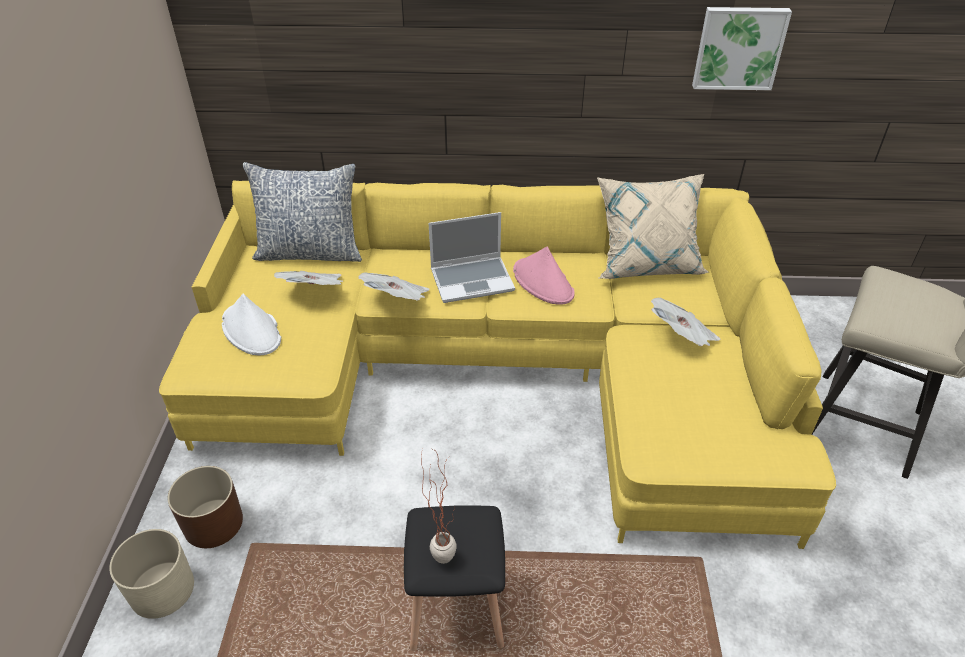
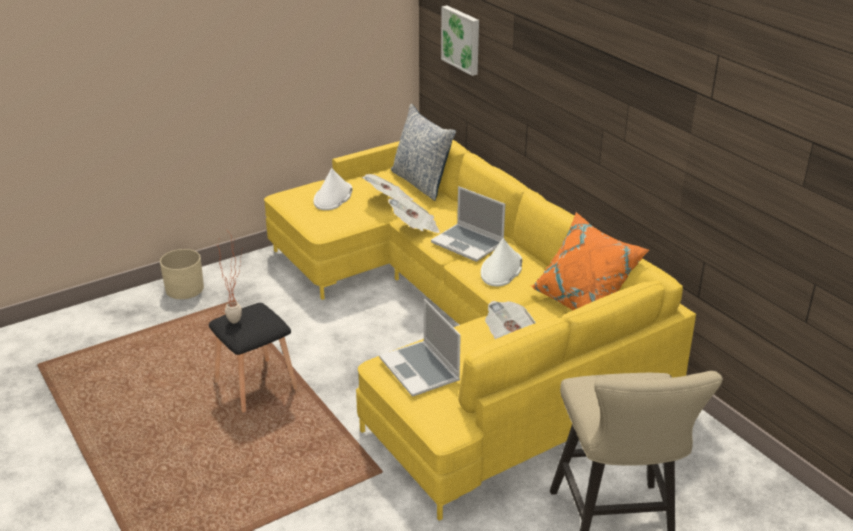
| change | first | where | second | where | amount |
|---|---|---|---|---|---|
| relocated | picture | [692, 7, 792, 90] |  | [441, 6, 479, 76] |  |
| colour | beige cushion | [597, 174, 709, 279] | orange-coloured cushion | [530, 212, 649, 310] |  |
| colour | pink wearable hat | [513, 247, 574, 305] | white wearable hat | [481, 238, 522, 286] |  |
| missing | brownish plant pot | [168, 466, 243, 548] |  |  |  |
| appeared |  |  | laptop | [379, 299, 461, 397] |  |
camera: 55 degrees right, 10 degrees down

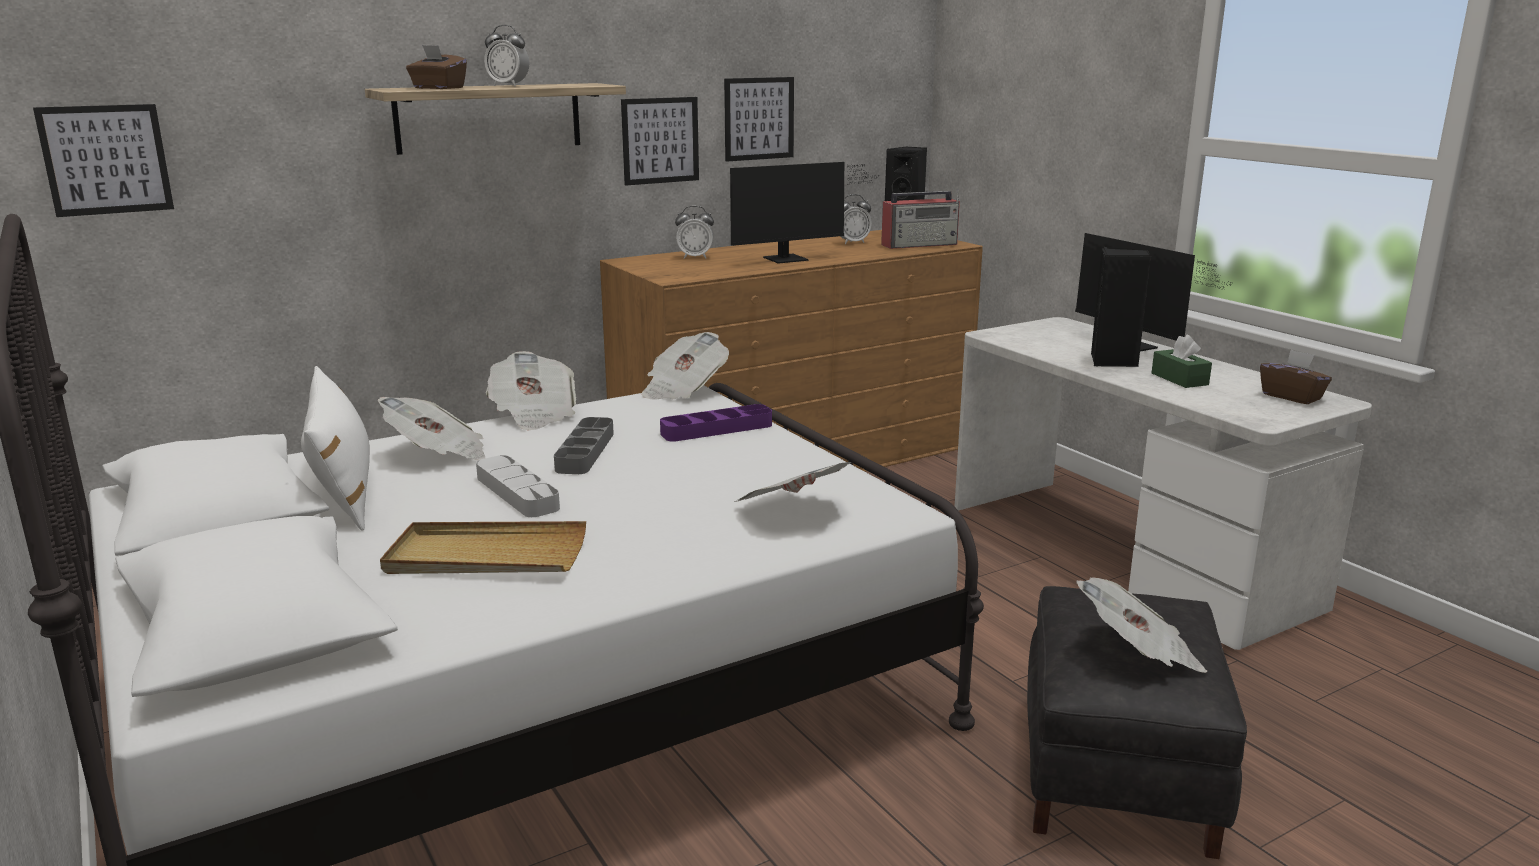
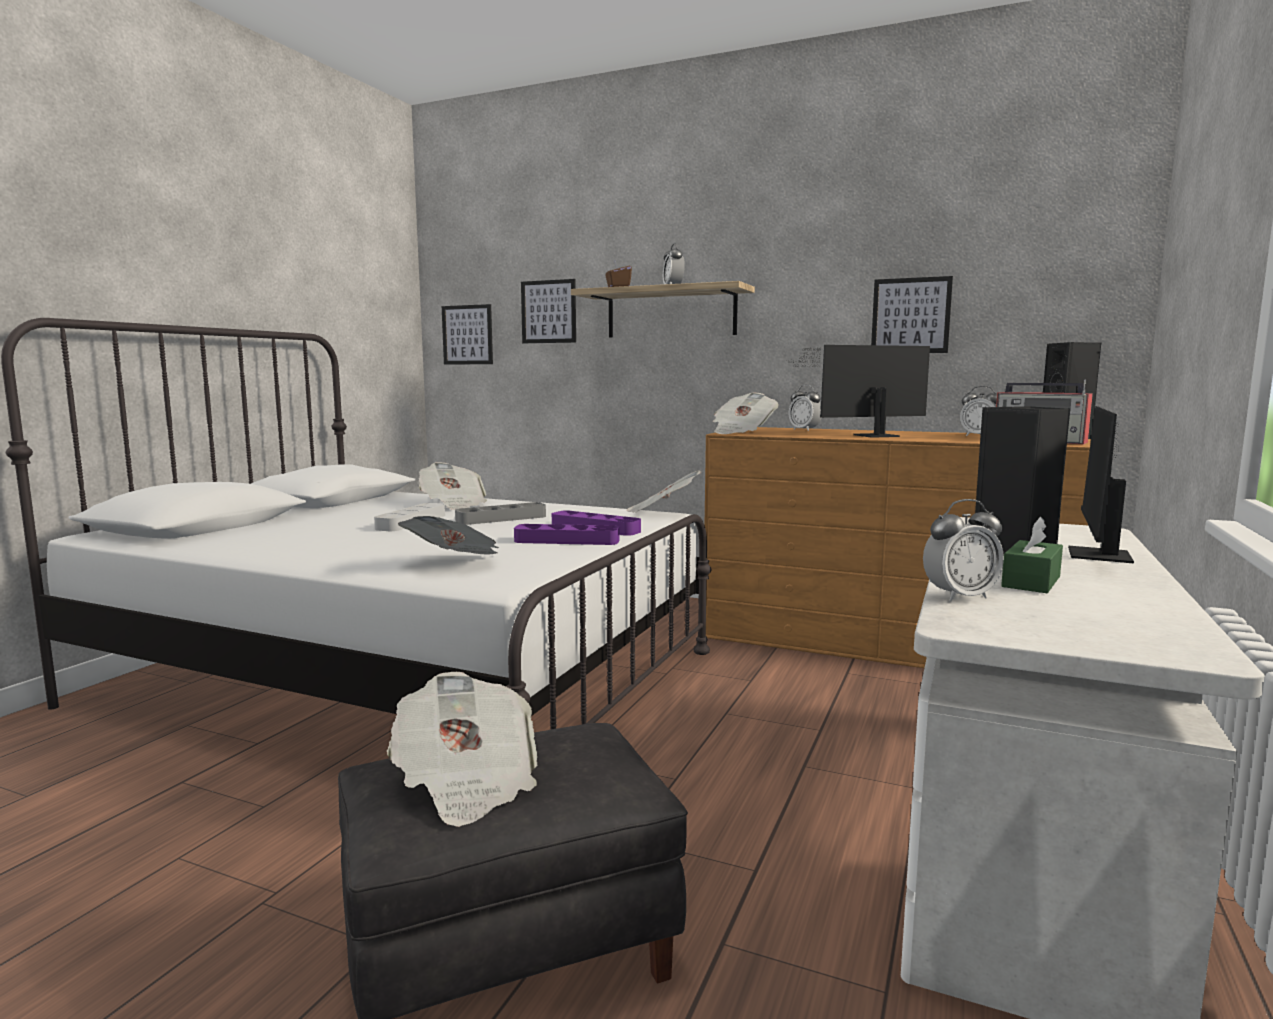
| change | first | where | second | where | amount |
|---|---|---|---|---|---|
| relocated | picture | [621, 97, 699, 185] |  | [521, 279, 576, 343] |  |
| spun | monitor | [730, 162, 877, 264] |  | [787, 345, 930, 438] | 135 degrees clockwise |
| missing | brownish tissue holder | [1260, 350, 1332, 404] |  |  |  |
| relocated | newspaper | [486, 351, 576, 430] |  | [713, 393, 779, 434] |  |
| missing | white cushion | [301, 366, 370, 531] |  |  |  |
| missing | beige carrying tray | [380, 521, 586, 574] |  |  |  |
| appeared |  |  | alarm clock | [923, 499, 1004, 602] |  |
| appeared |  |  | purplish carrying tray | [514, 524, 619, 545] |  |
camera: 55 degrees right, 10 degrees down

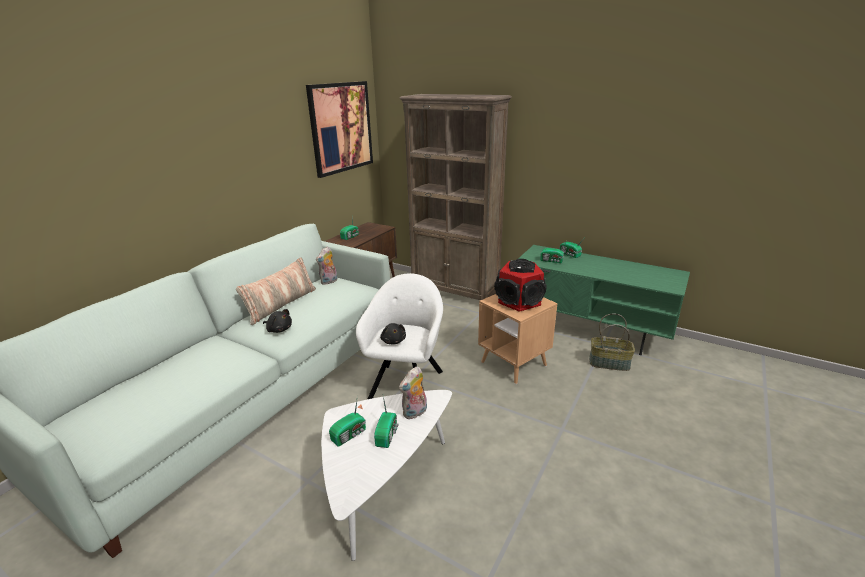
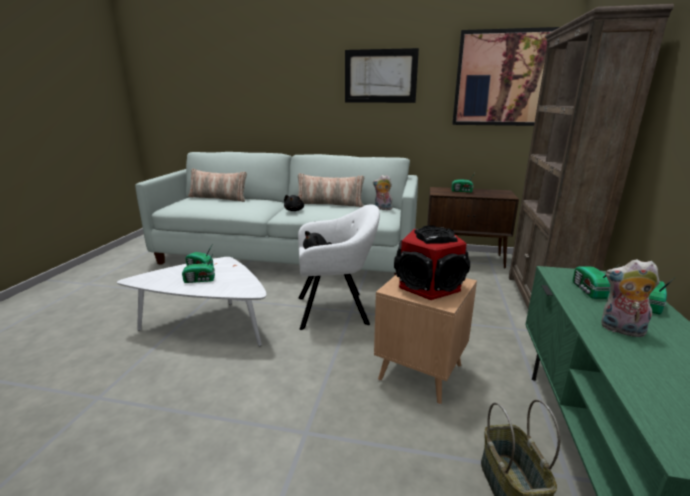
| change | first | where | second | where | amount |
|---|---|---|---|---|---|
| relocated | soft toy | [399, 366, 427, 419] |  | [601, 259, 660, 337] |  |
| appeared |  |  | picture | [345, 48, 419, 103] |  |
| appeared |  |  | cushion | [188, 169, 247, 202] |  |
camera: 70 degrees right, 5 degrees down

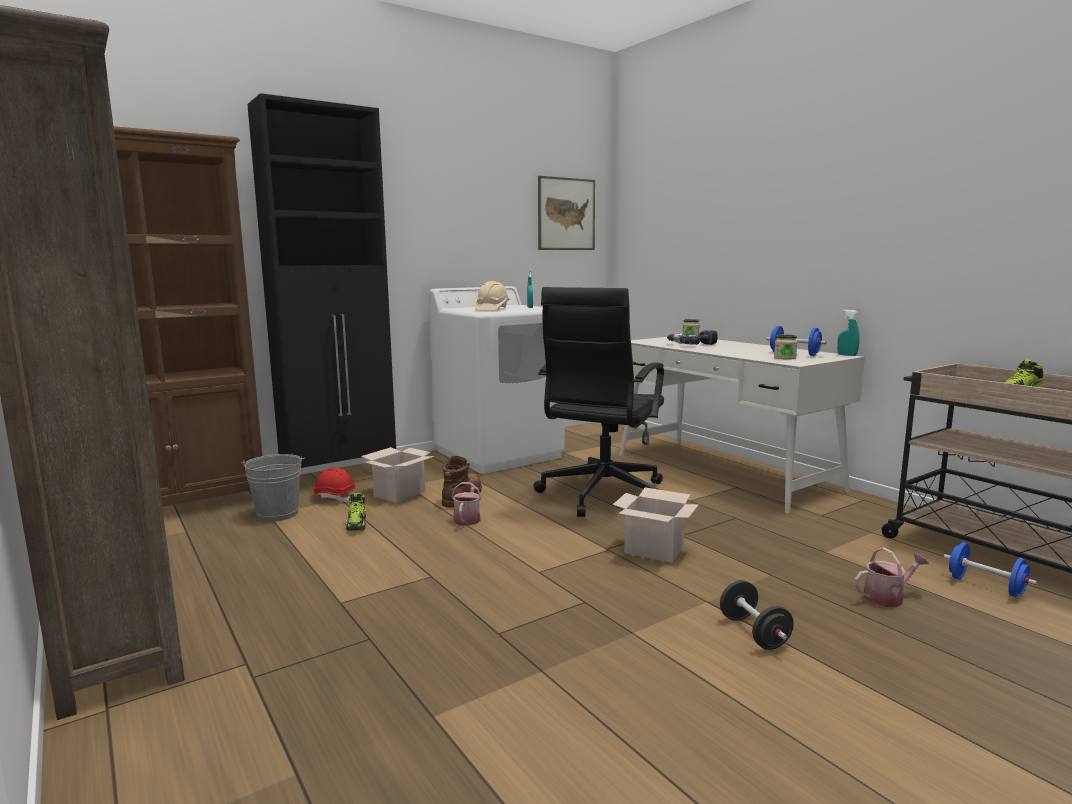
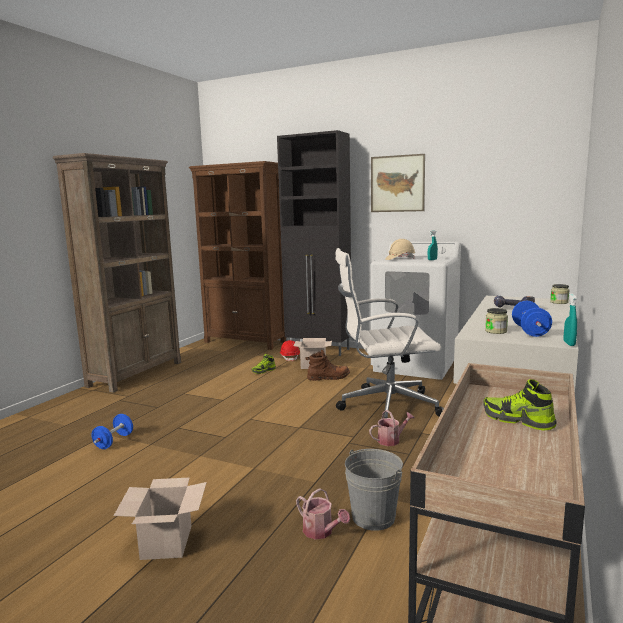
| change | first | where | second | where | amount |
|---|---|---|---|---|---|
| relocated | picture | [538, 176, 595, 250] |  | [371, 154, 425, 212] |  |
| colour | blackish computer chair | [533, 287, 664, 517] | white computer chair | [335, 248, 444, 418] |  |
| relocated | greyish bucket | [241, 454, 305, 522] |  | [345, 449, 403, 531] |  |
| relocated | watering can | [452, 480, 481, 526] |  | [369, 410, 415, 446] |  |
| relocated | cardboard box | [613, 488, 699, 563] |  | [114, 477, 207, 560] |  |
| relocated | bluish free weight | [944, 542, 1037, 597] |  | [91, 414, 133, 449] |  |
| missing | blackish free weight | [720, 580, 794, 650] |  |  |  |
camera: 60 degrees right, 0 degrees up

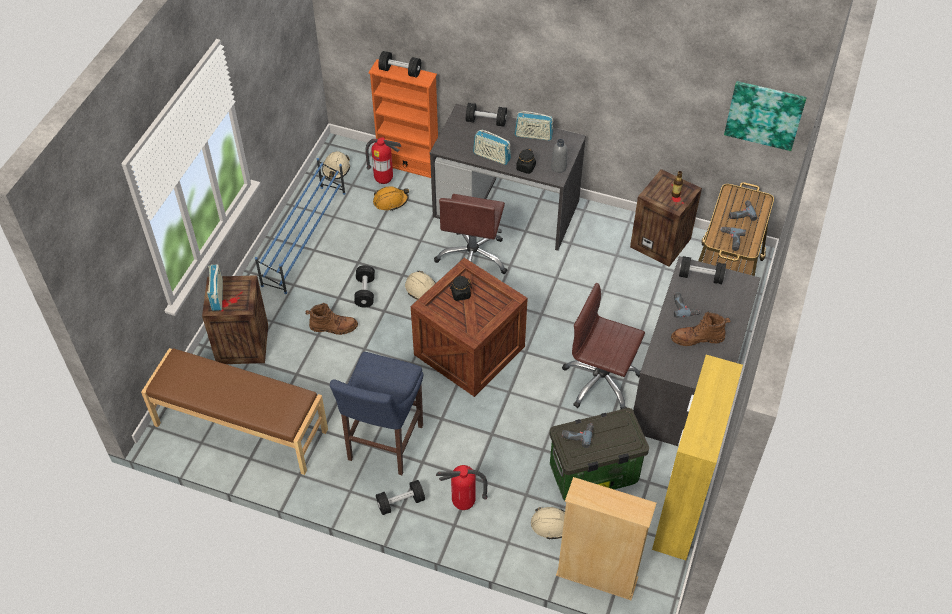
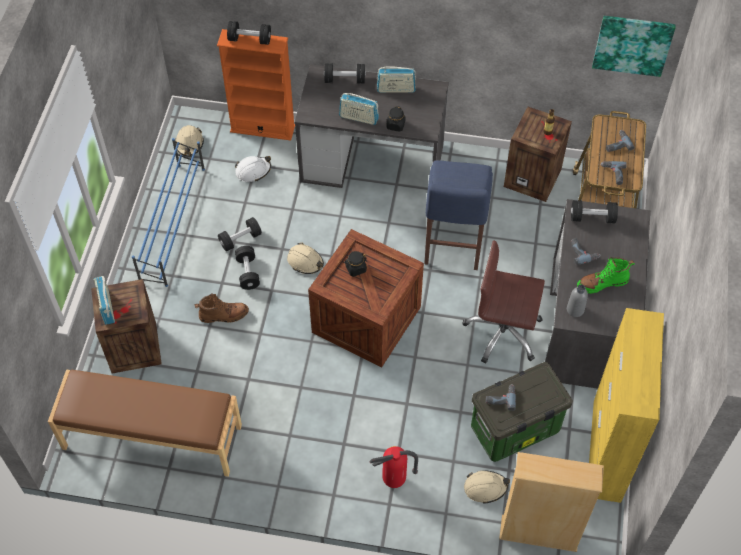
| change | first | where | second | where | amount |
|---|---|---|---|---|---|
| missing | fire extinguisher | [365, 137, 401, 184] |  |  |  |
| relocated | greyish drink bottle | [551, 139, 567, 173] |  | [567, 284, 588, 317] |  |
| colour | orange-coloured work helmet | [373, 186, 409, 211] | white work helmet | [235, 156, 271, 182] |  |
| missing | brownish computer chair | [434, 194, 508, 274] |  |  |  |
| colour | brownish high-top boot | [671, 312, 731, 346] | greenish high-top boot | [577, 257, 635, 294] |  |
| relocated | bluish stool | [330, 352, 423, 475] |  | [424, 160, 493, 270] |  |
| relocated | blackish free weight | [376, 480, 425, 515] |  | [218, 217, 262, 251] |  |
camera: 10 degrees left, 5 degrees up

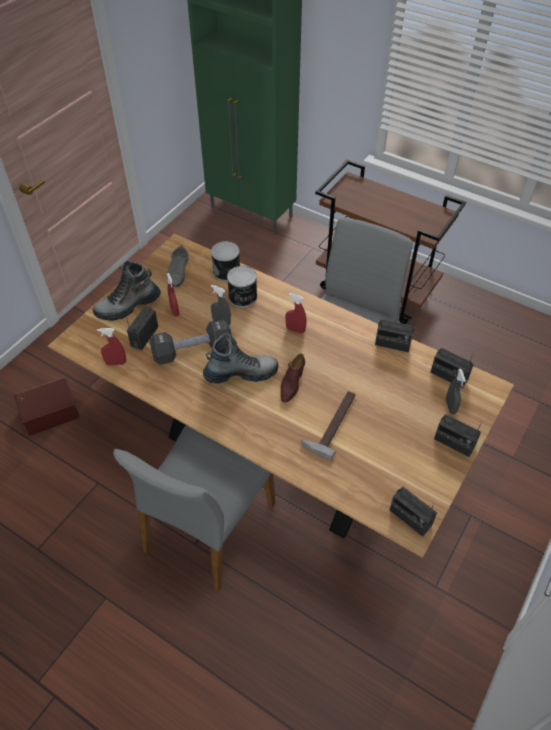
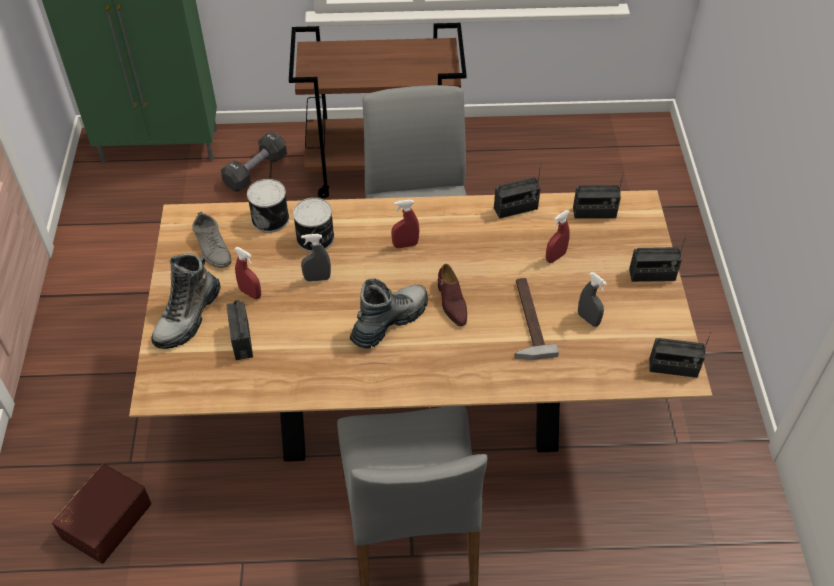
| change | first | where | second | where | amount |
|---|---|---|---|---|---|
| relocated | blackish free weight | [150, 319, 232, 365] |  | [221, 132, 287, 192] |  |
| relocated | red hand sprayer | [97, 328, 126, 365] |  | [546, 210, 570, 263] |  |
| relocated | greyish hand sprayer | [446, 369, 466, 414] |  | [578, 272, 607, 327] |  |
camera: 35 degrees left, 0 degrees up

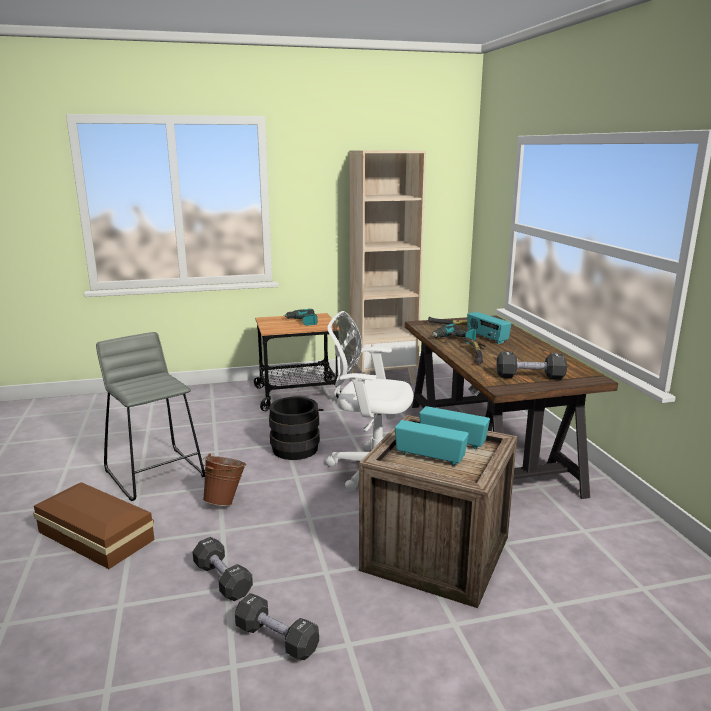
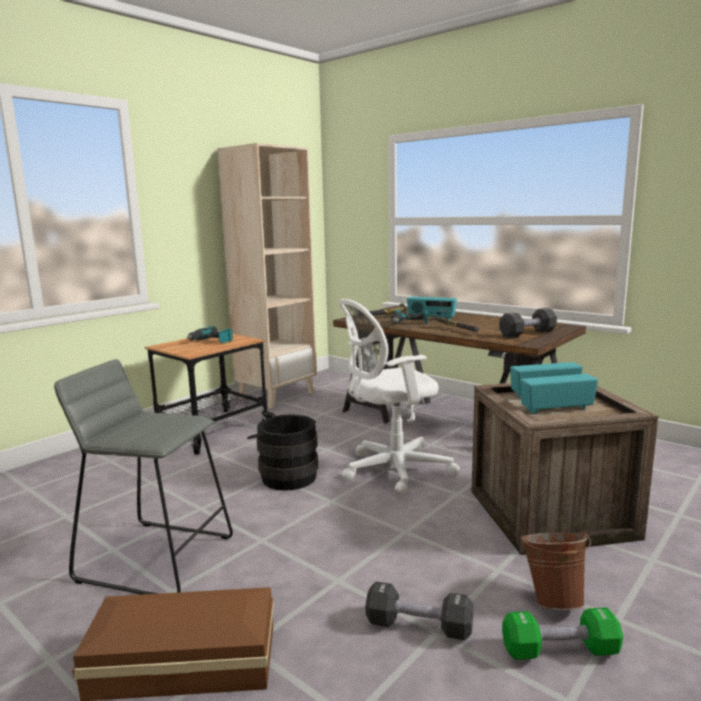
| change | first | where | second | where | amount |
|---|---|---|---|---|---|
| relocated | brownish bucket | [202, 453, 246, 506] |  | [520, 531, 591, 610] |  |
| colour | blackish free weight | [235, 593, 319, 660] | greenish free weight | [502, 607, 623, 660] |  |
camera: 35 degrees left, 5 degrees down

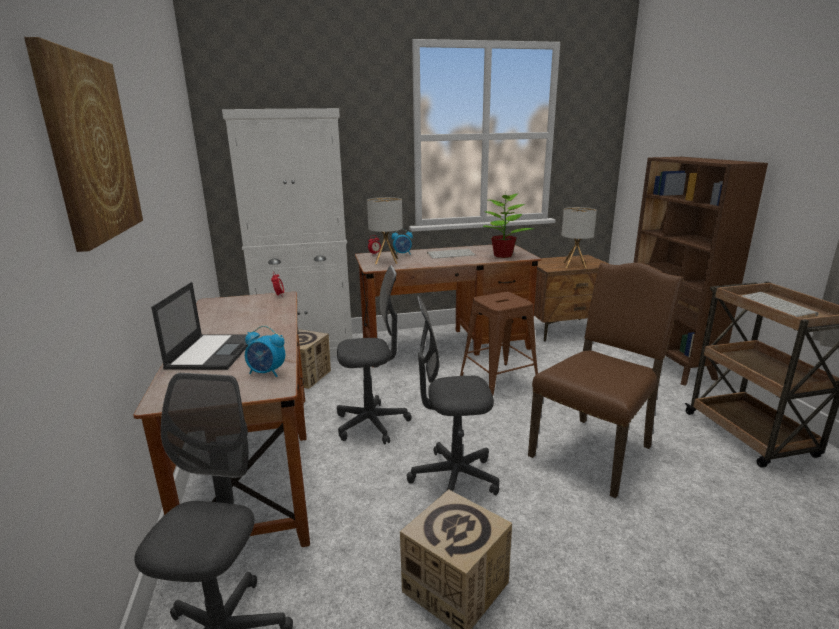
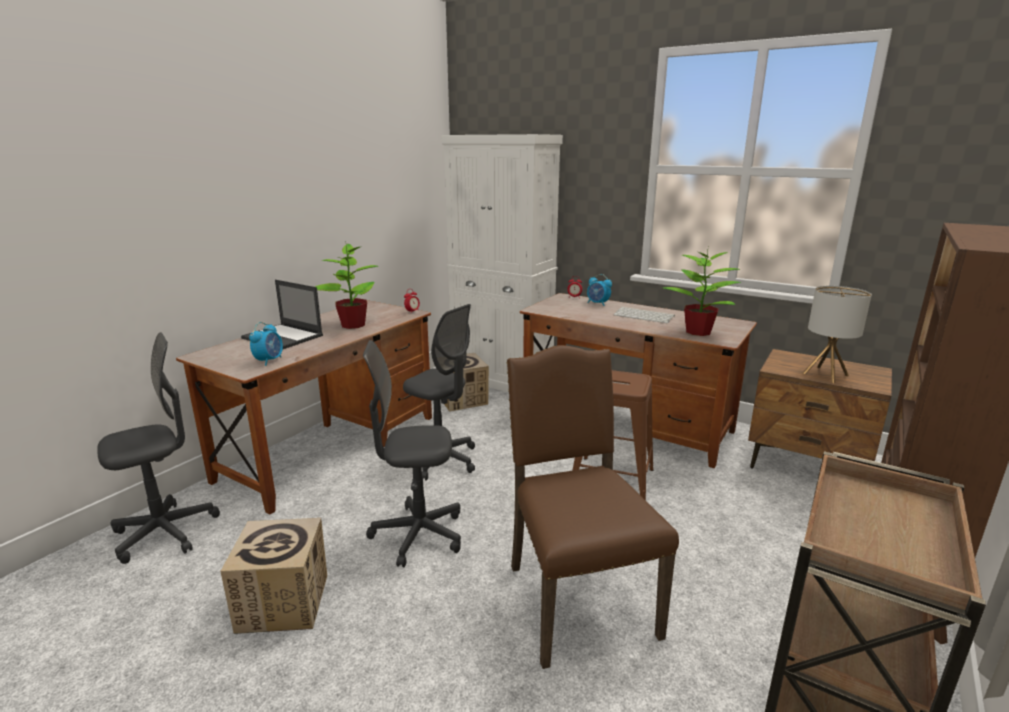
| change | first | where | second | where | amount |
|---|---|---|---|---|---|
| missing | picture | [24, 37, 143, 252] |  |  |  |
| missing | lamp for a table | [367, 197, 403, 264] |  |  |  |
| spun | brownish upright chair | [528, 263, 684, 498] |  | [507, 345, 679, 669] | 105 degrees counterclockwise |
| spun | laptop | [151, 282, 249, 370] |  | [241, 280, 323, 349] | 75 degrees clockwise |
| missing | keyboard | [742, 292, 819, 317] |  |  |  |
| spun | greyish computer chair | [407, 296, 499, 496] |  | [363, 340, 461, 567] | 45 degrees counterclockwise |
| spun | alarm clock | [245, 326, 285, 377] |  | [249, 322, 283, 366] | 135 degrees counterclockwise |
| appeared |  |  | houseplant | [315, 241, 378, 329] |  |
camera: 45 degrees right, 0 degrees up

